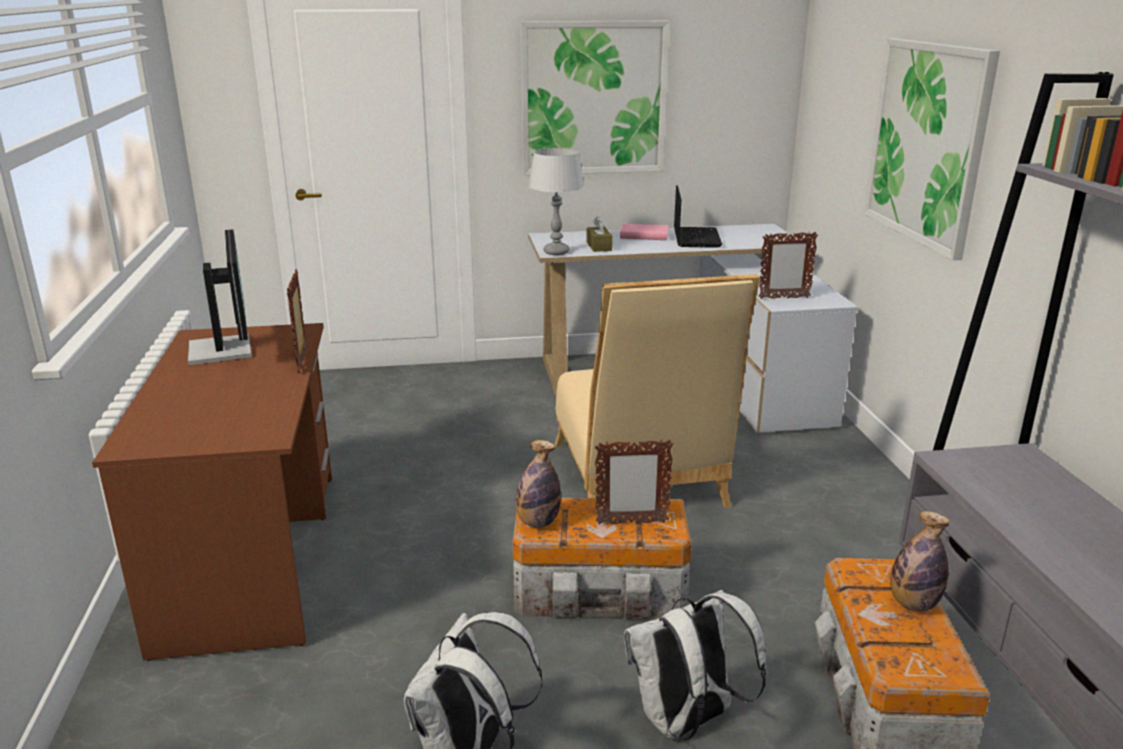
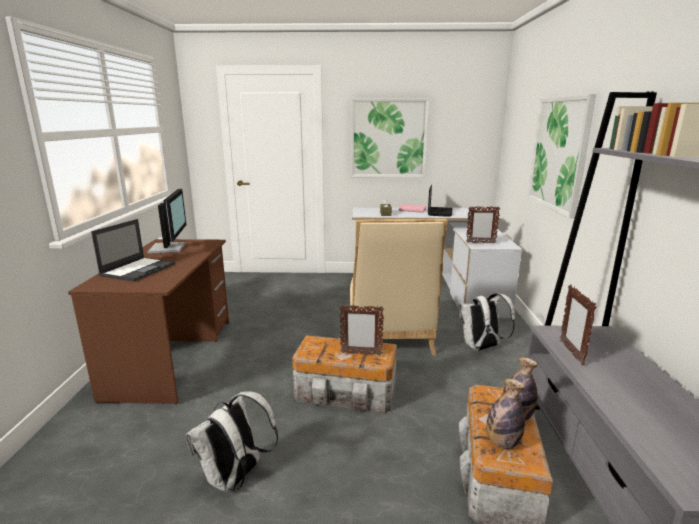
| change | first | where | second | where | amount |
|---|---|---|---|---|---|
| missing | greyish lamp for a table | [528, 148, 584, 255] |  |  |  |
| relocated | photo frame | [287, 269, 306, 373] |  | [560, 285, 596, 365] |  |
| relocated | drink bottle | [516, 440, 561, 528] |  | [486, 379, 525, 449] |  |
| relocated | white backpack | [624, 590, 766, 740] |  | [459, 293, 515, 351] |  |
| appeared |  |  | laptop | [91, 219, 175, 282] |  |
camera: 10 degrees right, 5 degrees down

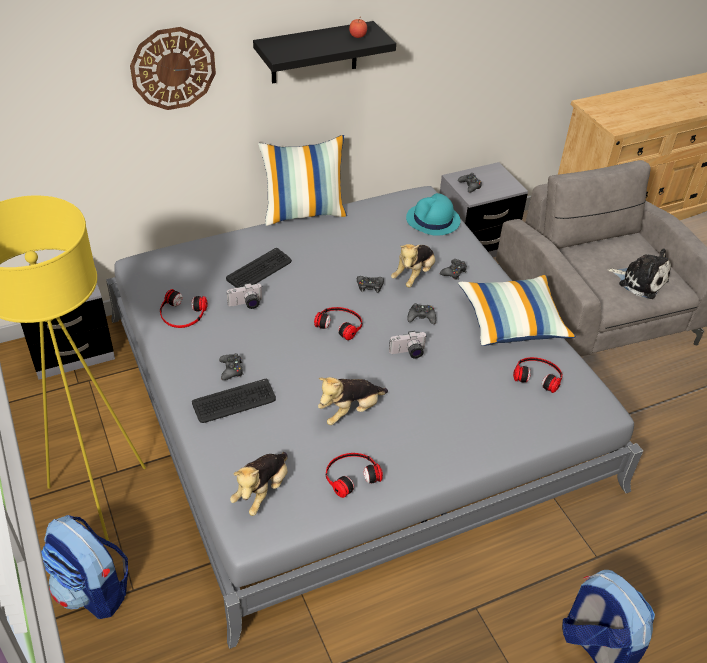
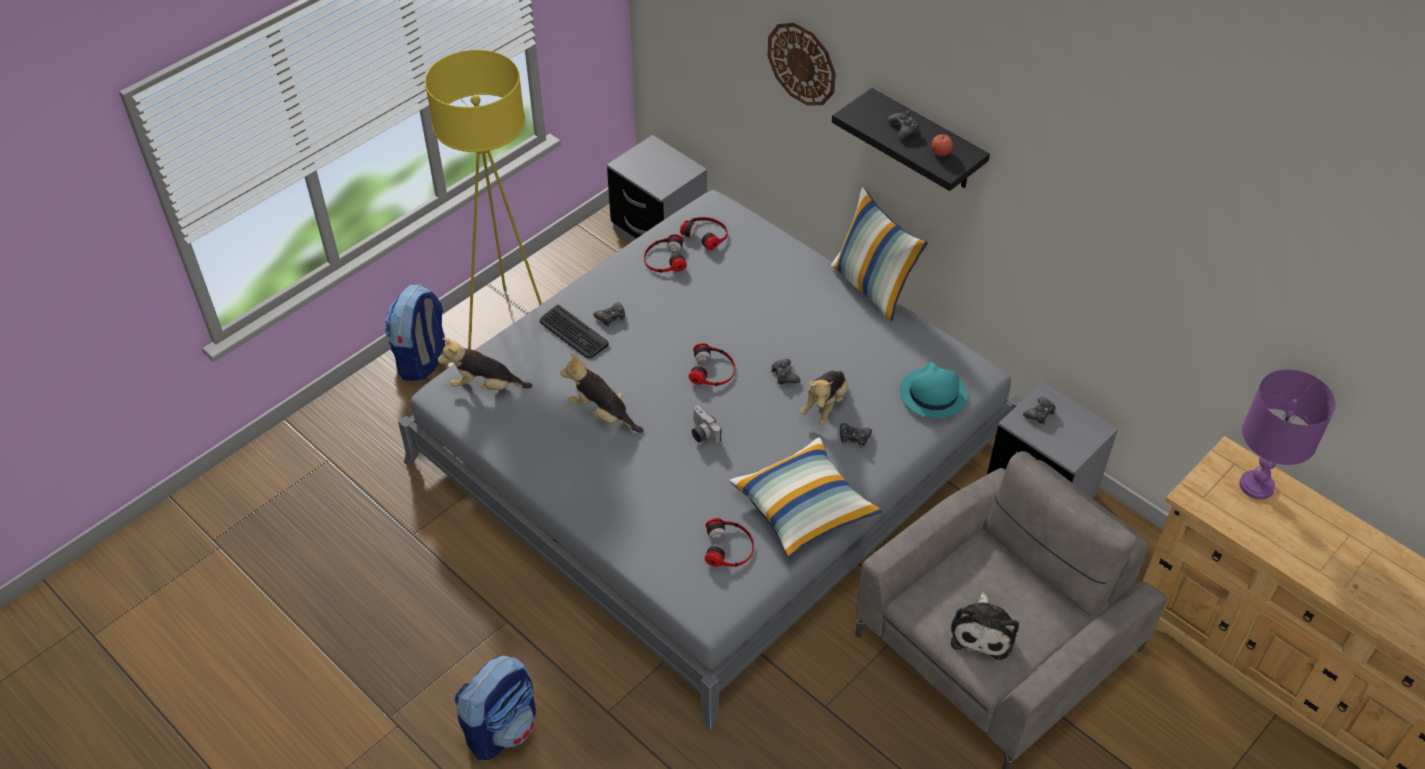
| change | first | where | second | where | amount |
|---|---|---|---|---|---|
| spun | soft toy | [391, 244, 435, 287] |  | [800, 371, 848, 425] | 75 degrees counterclockwise |
| missing | keyboard | [226, 248, 292, 288] |  |  |  |
| missing | photo camera | [227, 283, 262, 309] |  |  |  |
| relocated | blackish game controller | [407, 303, 436, 324] |  | [888, 110, 919, 139] |  |
| relocated | headset | [326, 453, 383, 498] |  | [680, 217, 728, 250] |  |
| appeared |  |  | purplish lamp for a table | [1239, 369, 1336, 500] |  |
camera: 70 degrees right, 5 degrees up

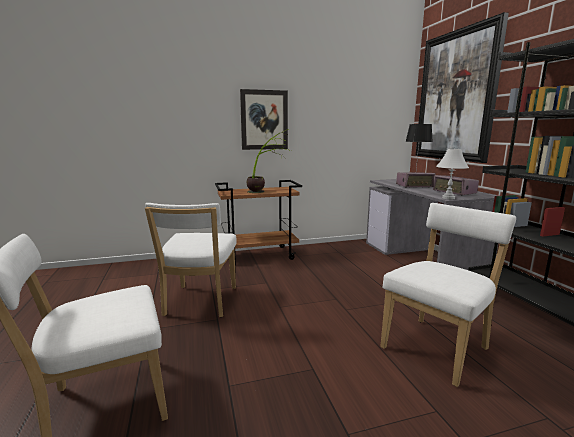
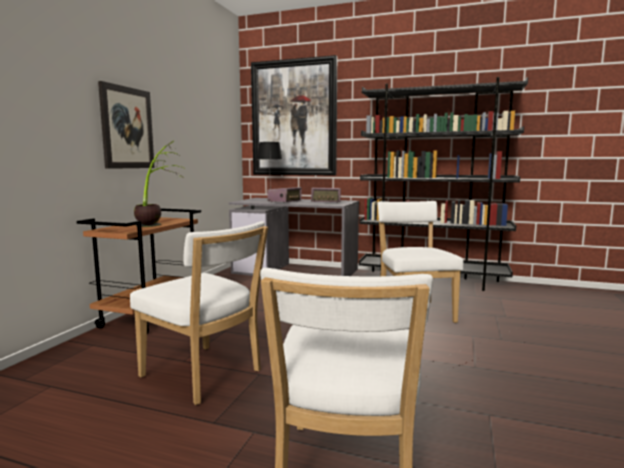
| change | first | where | second | where | amount |
|---|---|---|---|---|---|
| missing | white lamp for a table | [436, 149, 469, 199] |  |  |  |
camera: 55 degrees left, 5 degrees down

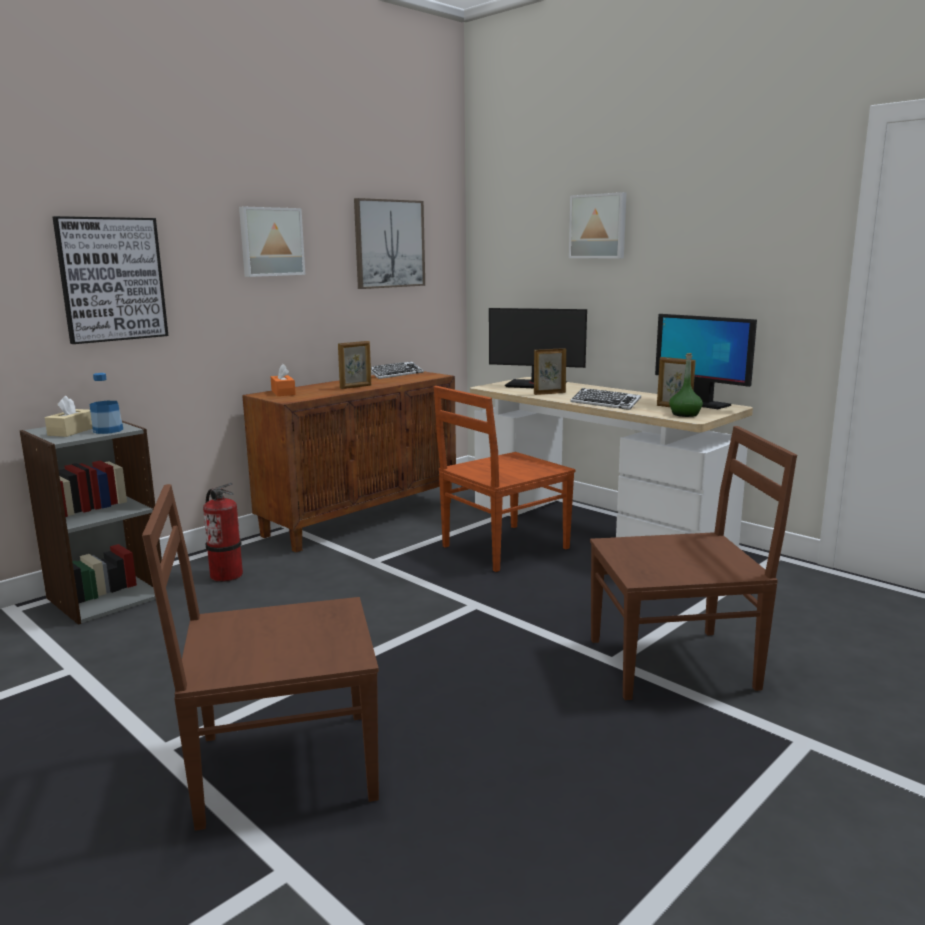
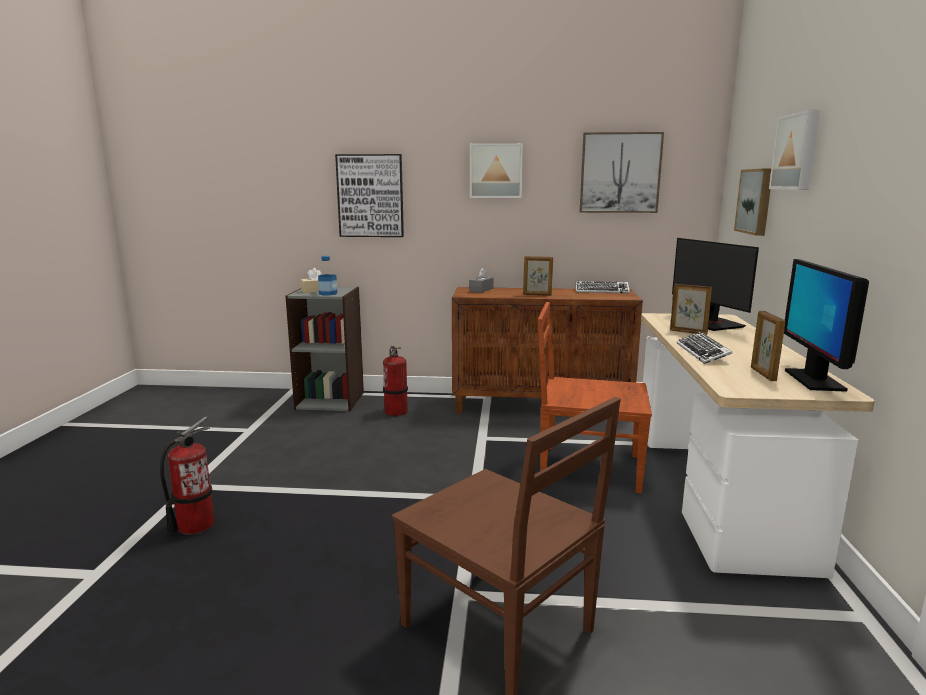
| change | first | where | second | where | amount |
|---|---|---|---|---|---|
| missing | greenish drink bottle | [669, 353, 703, 417] |  |  |  |
| colour | orange-coloured tissue holder | [271, 364, 296, 396] | greyish tissue holder | [469, 267, 494, 293] |  |
| exchanged | brownish upright chair | [142, 484, 379, 831] | fire extinguisher | [160, 417, 215, 535] |  |
| appeared |  |  | picture | [734, 168, 771, 236] |  |
camera: 50 degrees right, 0 degrees up

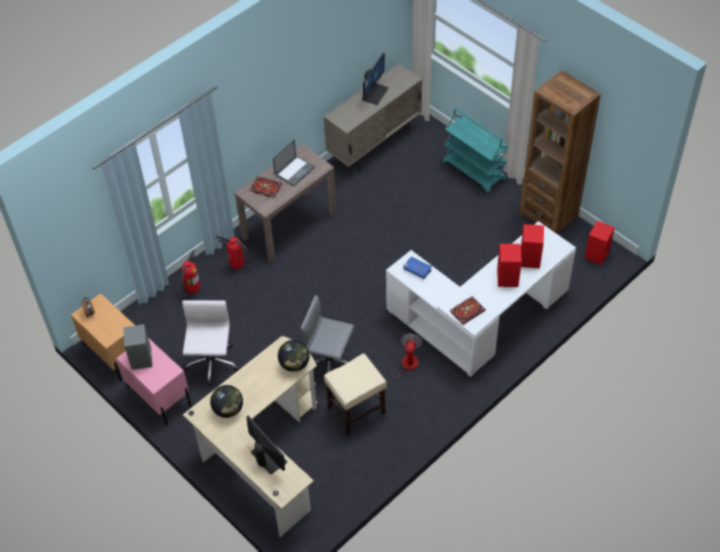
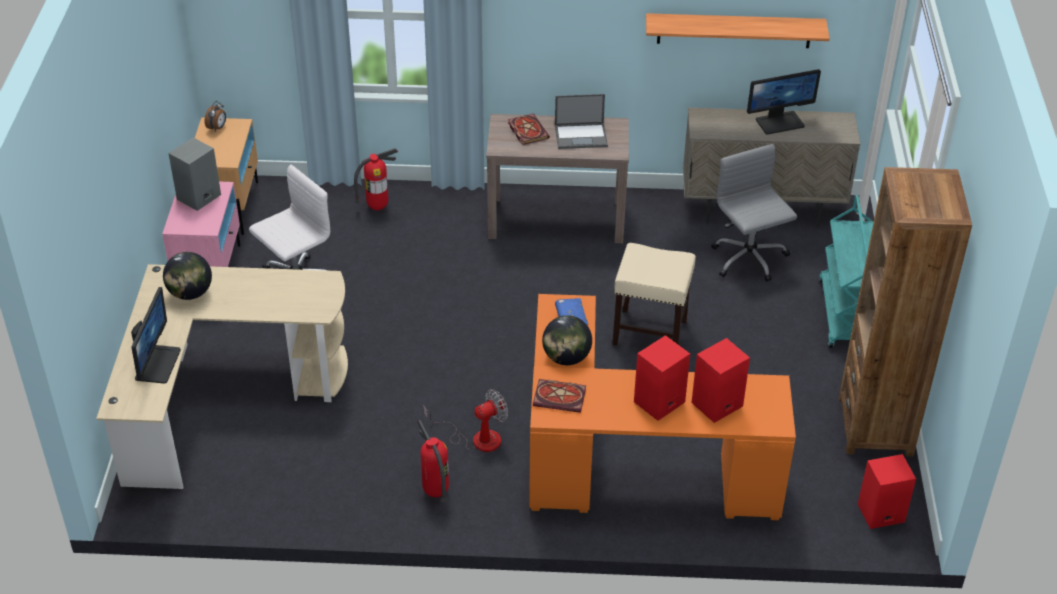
| change | first | where | second | where | amount |
|---|---|---|---|---|---|
| colour | white desk unit | [386, 221, 576, 377] | orange-coloured desk unit | [529, 294, 796, 520] |  |
| relocated | fire extinguisher | [216, 235, 251, 269] |  | [417, 420, 449, 503] |  |
| relocated | greyish computer chair | [300, 295, 354, 373] |  | [711, 144, 797, 282] |  |
| relocated | desk globe | [278, 340, 310, 372] |  | [542, 315, 592, 365] |  |
| relocated | beige stool | [324, 354, 387, 435] |  | [612, 243, 696, 346] |  |
| appeared |  |  | shelf | [646, 13, 830, 48] |  |
camera: 45 degrees right, 10 degrees down

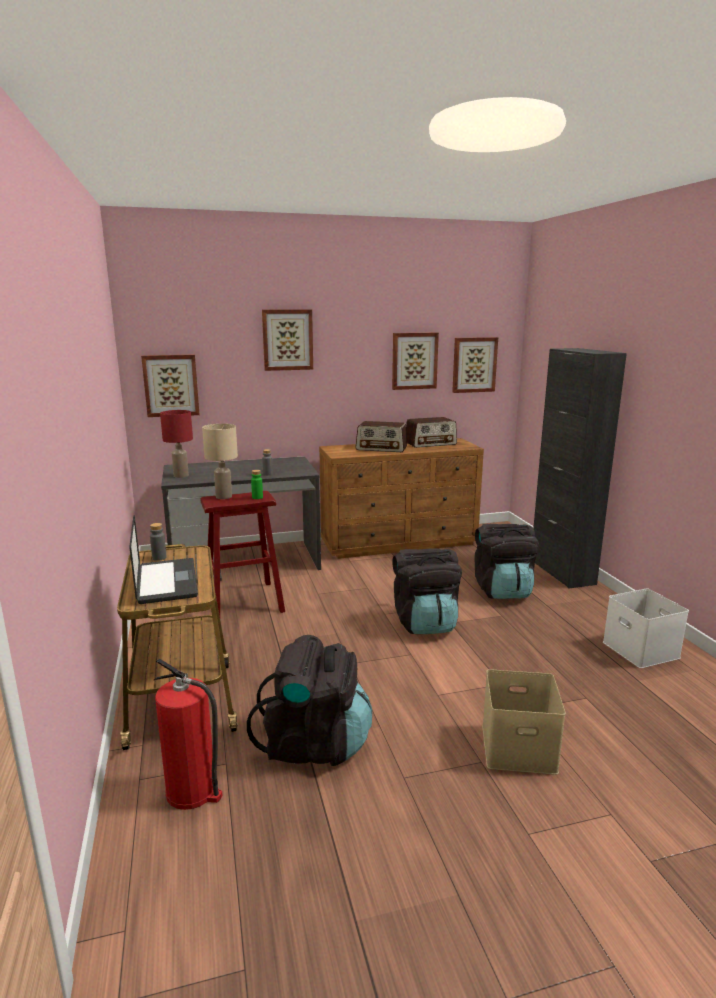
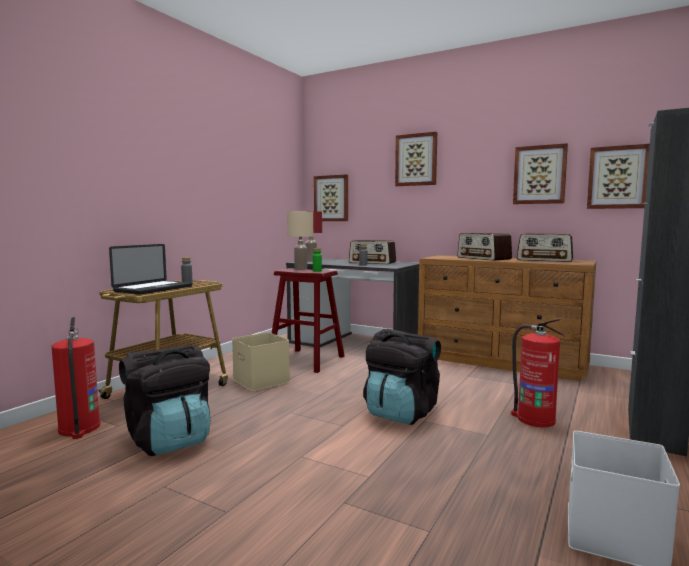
| change | first | where | second | where | amount |
|---|---|---|---|---|---|
| exchanged | blackish backpack | [474, 524, 539, 599] | fire extinguisher | [511, 319, 565, 427] |  |
| relocated | beige storage container | [482, 669, 566, 775] |  | [232, 332, 290, 391] |  |
| appeared |  |  | radio set | [349, 240, 396, 264] |  |
camera: 45 degrees right, 10 degrees down

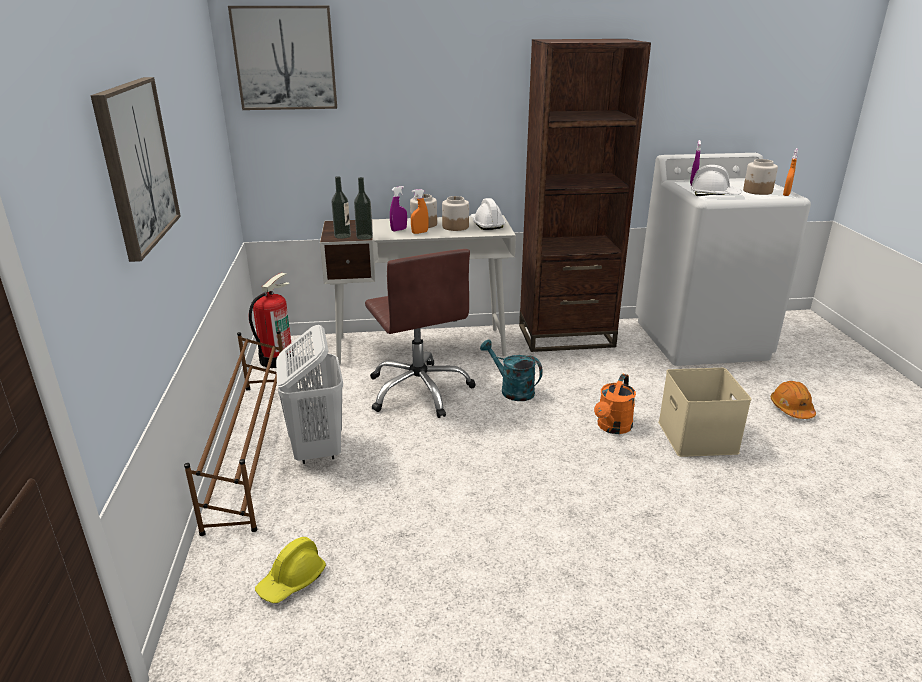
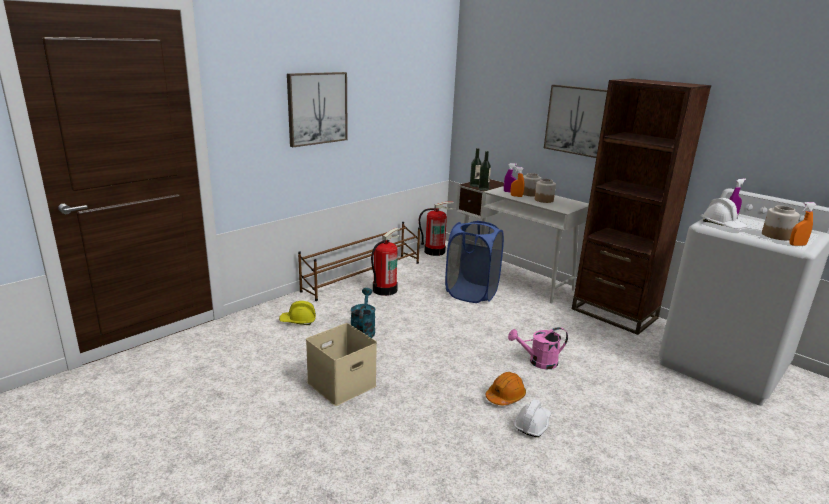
| change | first | where | second | where | amount |
|---|---|---|---|---|---|
| relocated | picture | [228, 6, 337, 110] |  | [544, 85, 607, 158] |  |
| relocated | white work helmet | [470, 198, 506, 230] |  | [514, 399, 551, 437] |  |
| exchanged | brownish computer chair | [365, 249, 476, 418] | bluish washing basket | [445, 221, 504, 303] |  |
| exchanged | white washing basket | [276, 325, 343, 464] | fire extinguisher | [371, 228, 400, 296] |  |
| relocated | turquoise-coloured watering can | [480, 339, 543, 401] |  | [351, 288, 376, 338] |  |
| relocated | beige storage container | [658, 368, 751, 457] |  | [306, 323, 377, 406] |  |
| colour | orange-coloured watering can | [594, 374, 636, 434] | pink watering can | [508, 327, 568, 369] |  |
| relocated | orange-coloured work helmet | [771, 381, 816, 419] |  | [485, 372, 526, 405] |  |
camera: 50 degrees right, 5 degrees down

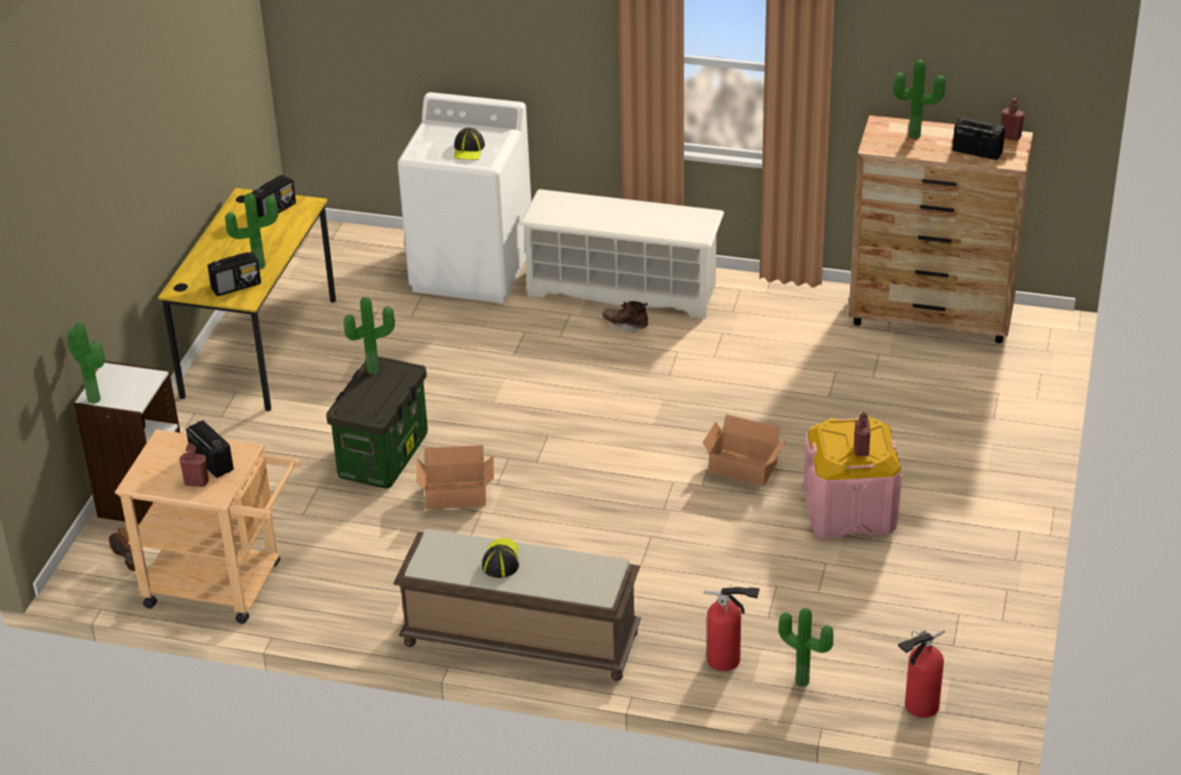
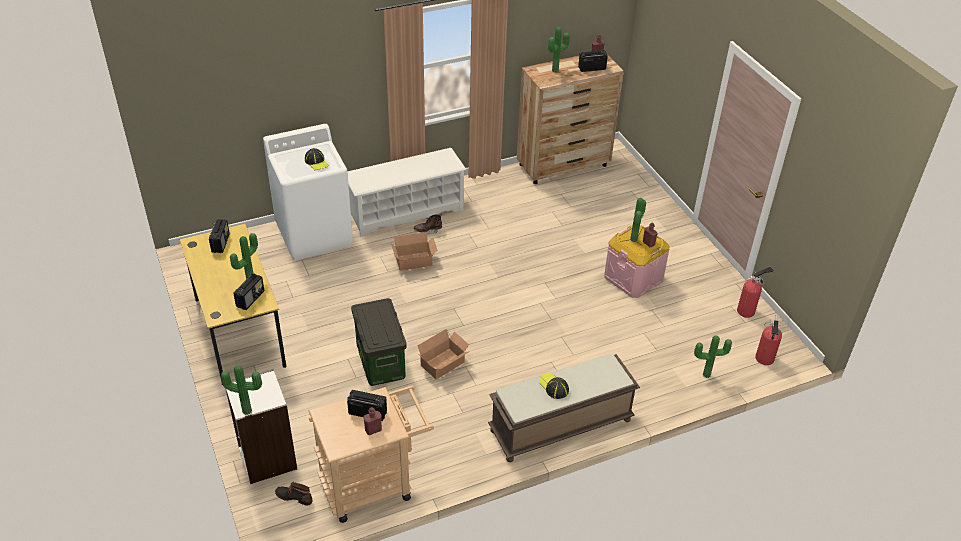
| change | first | where | second | where | amount |
|---|---|---|---|---|---|
| relocated | houseplant | [344, 297, 395, 374] |  | [630, 198, 646, 242] |  |
| relocated | cardboard box | [702, 414, 787, 486] |  | [391, 232, 437, 271] |  |
| relocated | fire extinguisher | [704, 585, 759, 671] |  | [737, 266, 774, 318] |  |
camera: 40 degrees left, 5 degrees up

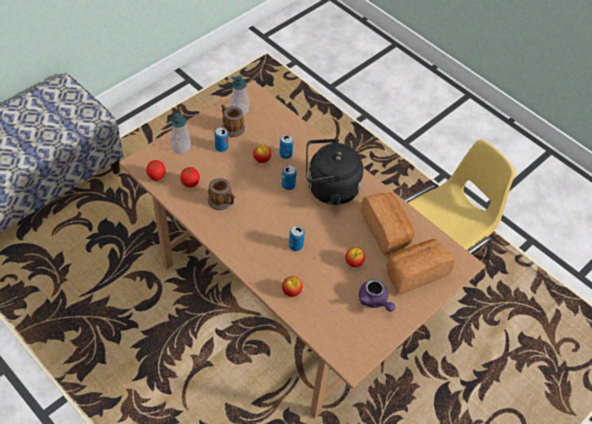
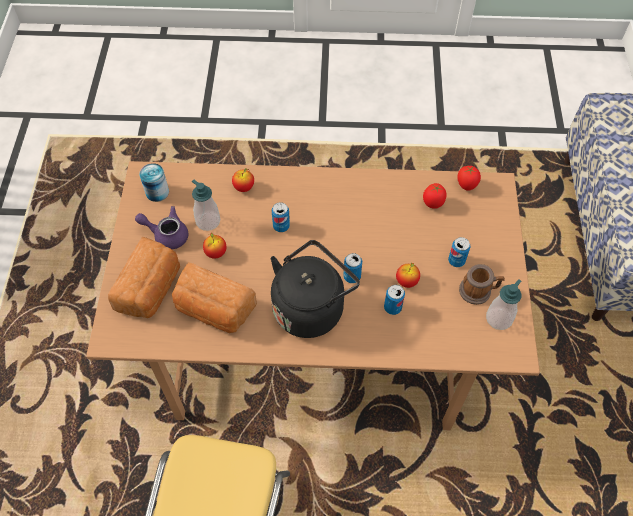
| change | first | where | second | where | amount |
|---|---|---|---|---|---|
| relocated | soap dispenser | [170, 113, 191, 154] |  | [192, 180, 220, 231] |  |
| missing | coffee mug | [208, 178, 235, 210] |  |  |  |
| appeared |  |  | can | [139, 163, 169, 202] |  |
camera: 140 degrees right, 5 degrees up

